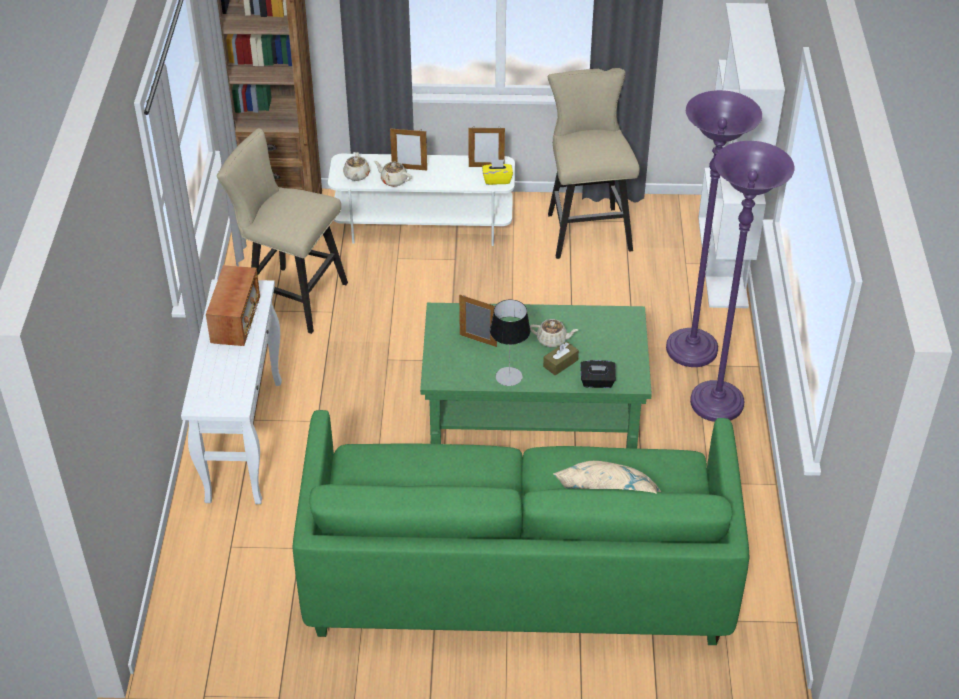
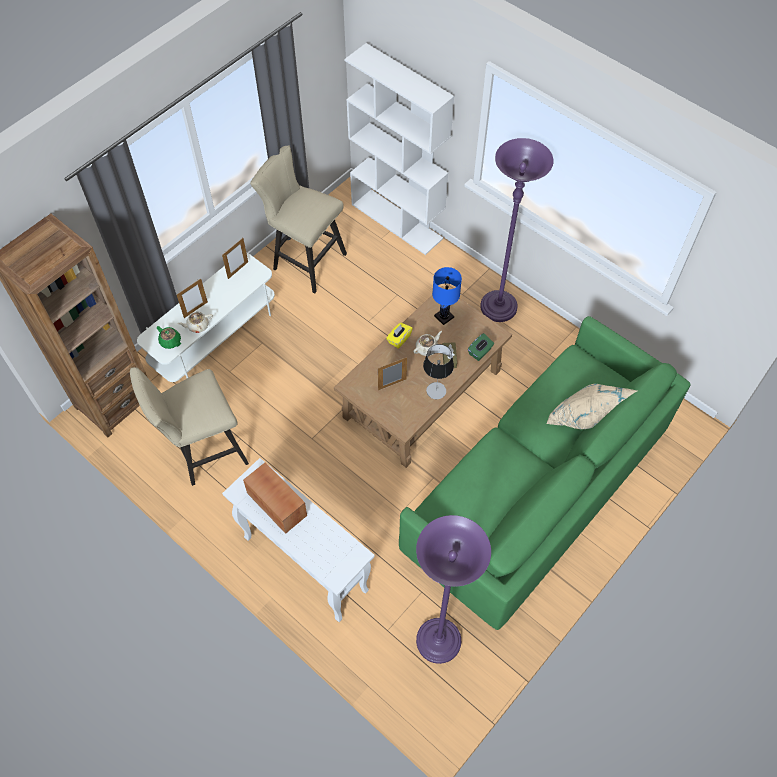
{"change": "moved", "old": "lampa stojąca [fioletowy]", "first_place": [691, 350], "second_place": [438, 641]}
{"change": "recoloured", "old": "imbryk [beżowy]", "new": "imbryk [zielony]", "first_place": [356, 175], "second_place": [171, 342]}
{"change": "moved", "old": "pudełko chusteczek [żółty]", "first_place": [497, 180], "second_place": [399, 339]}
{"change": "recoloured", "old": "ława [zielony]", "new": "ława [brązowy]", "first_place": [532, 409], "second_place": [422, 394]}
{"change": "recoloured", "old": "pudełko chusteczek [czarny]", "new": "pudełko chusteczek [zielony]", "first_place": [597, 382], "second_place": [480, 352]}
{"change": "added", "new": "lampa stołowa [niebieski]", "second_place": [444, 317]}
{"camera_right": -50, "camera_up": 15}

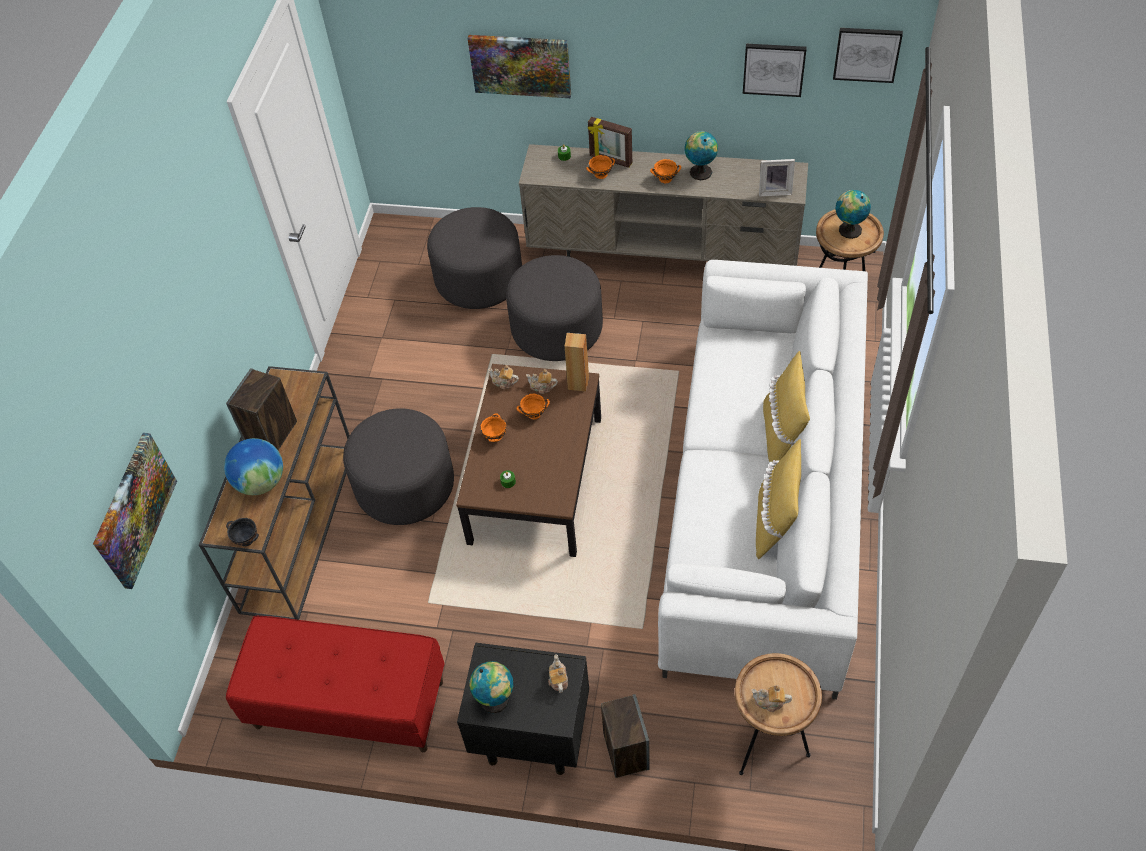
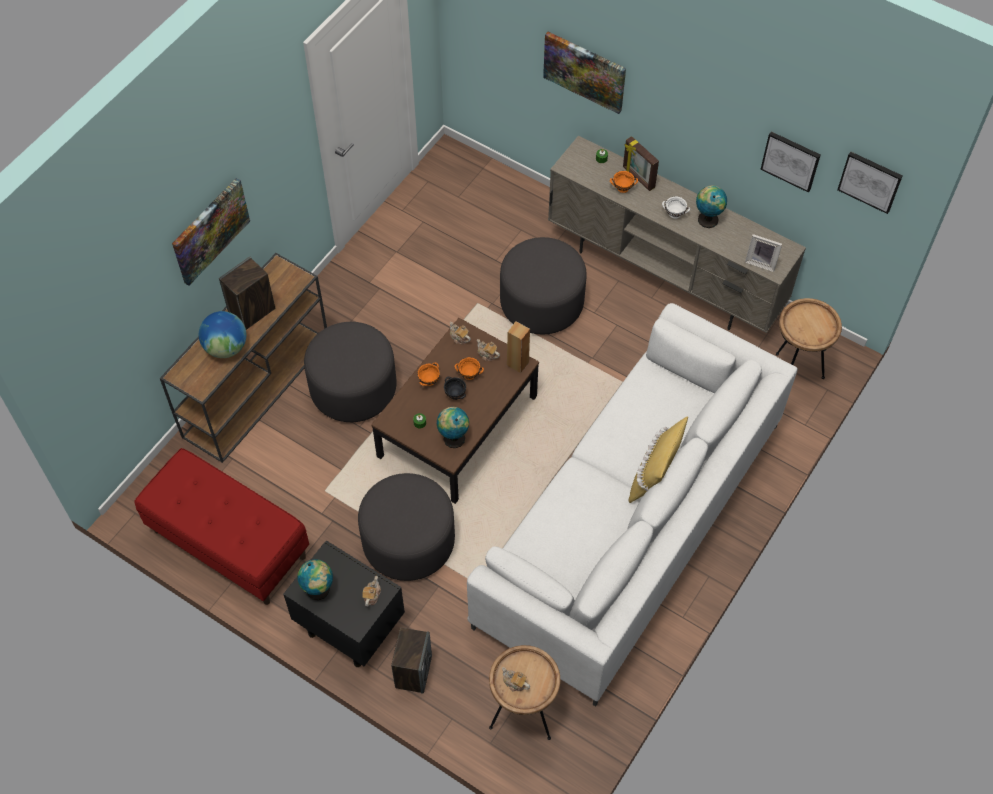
{"change": "recoloured", "old": "miska [pomarańczowy]", "new": "miska [biały]", "first_place": [666, 179], "second_place": [675, 214]}
{"change": "moved", "old": "globus", "first_place": [848, 230], "second_place": [453, 437]}
{"change": "moved", "old": "pufa [szary]", "first_place": [479, 279], "second_place": [409, 541]}
{"change": "moved", "old": "obraz", "first_place": [133, 510], "second_place": [210, 230]}
{"change": "removed", "old": "poduszka [żółty]", "first_place": [775, 522]}
{"change": "moved", "old": "miska [czarny]", "first_place": [246, 539], "second_place": [455, 393]}
{"camera_right": 20, "camera_up": 5}

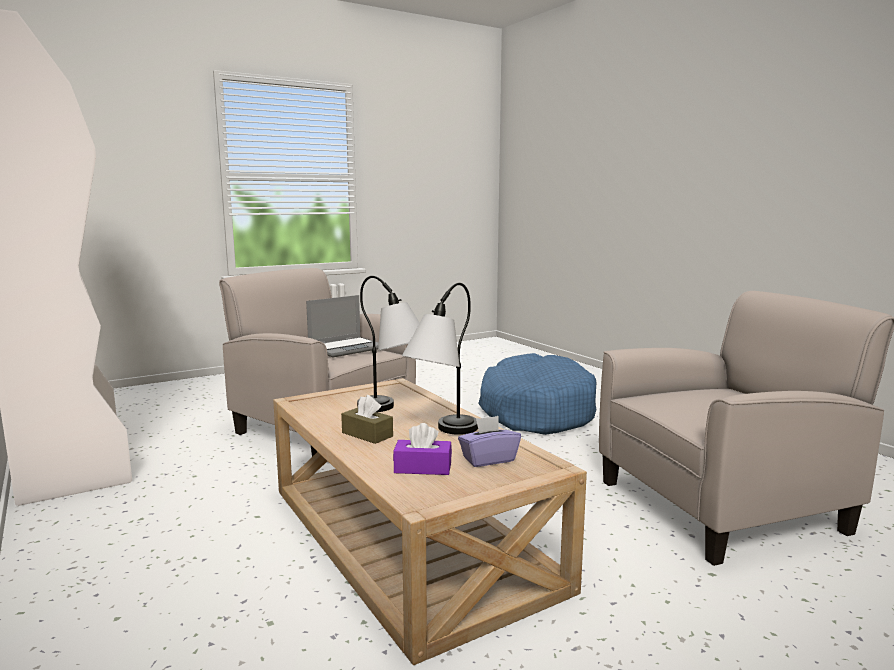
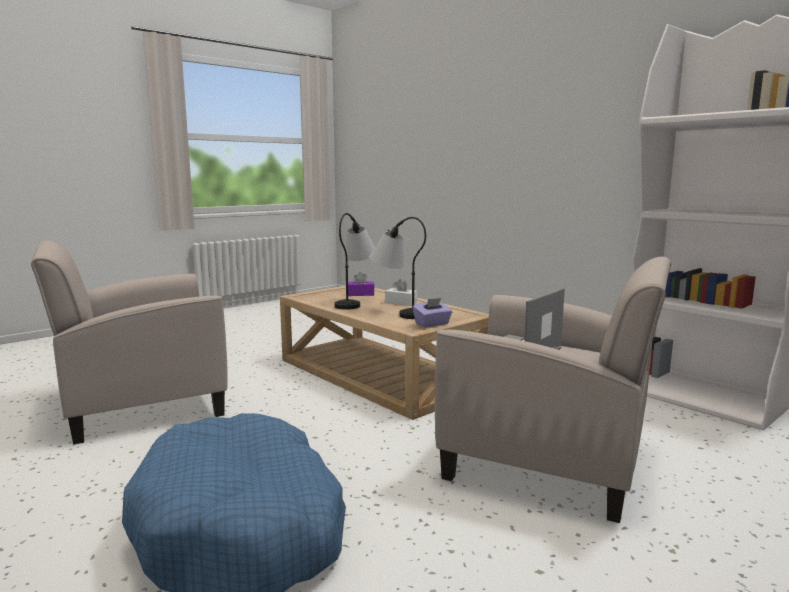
{"change": "recoloured", "old": "pudełko chusteczek [brązowy]", "new": "pudełko chusteczek [biały]", "first_place": [367, 434], "second_place": [401, 303]}
{"change": "moved", "old": "pudełko chusteczek [fioletowy]", "first_place": [488, 459], "second_place": [432, 324]}
{"camera_right": 170, "camera_up": 0}

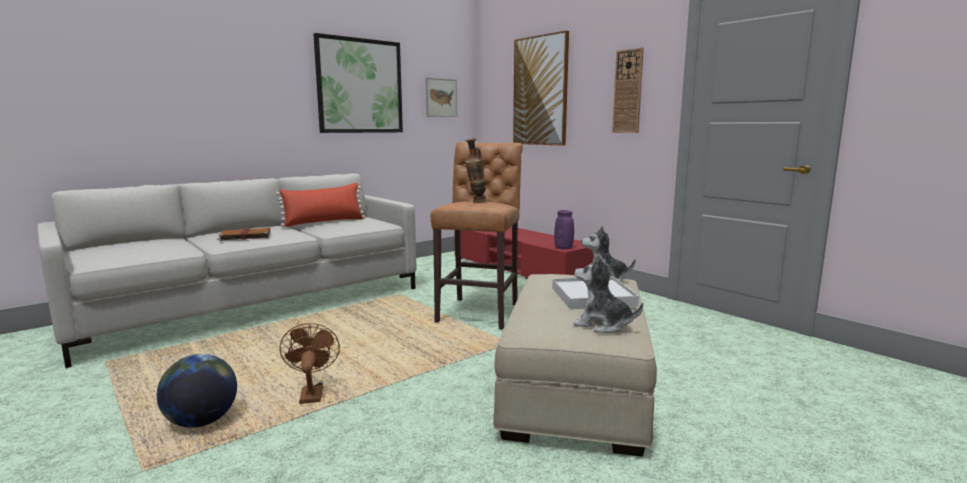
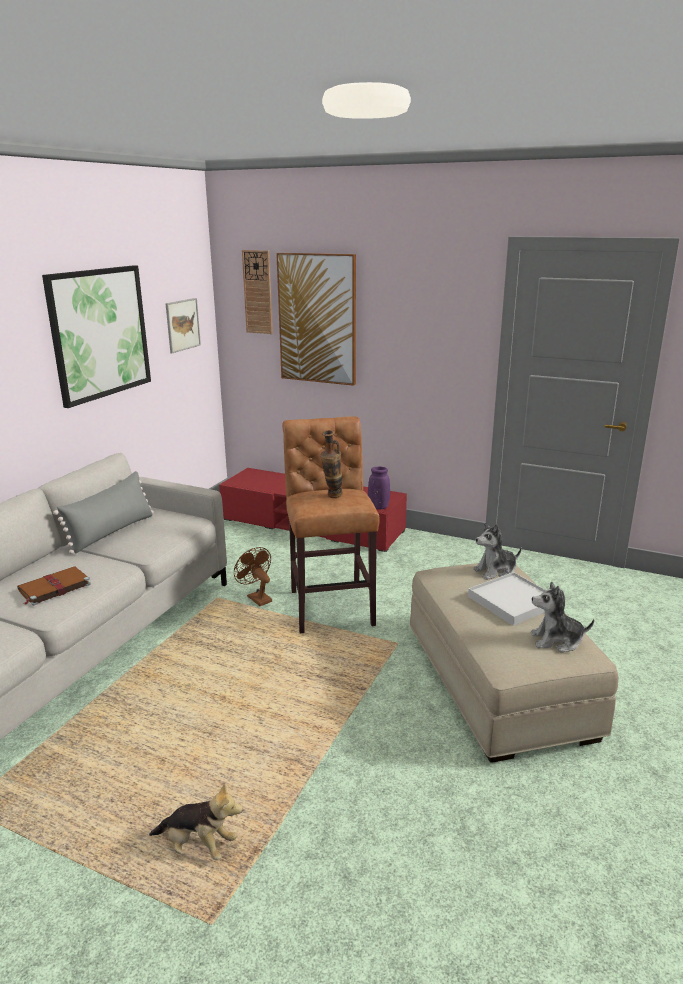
{"change": "moved", "old": "zegar ścienny", "first_place": [628, 91], "second_place": [258, 292]}
{"change": "recoloured", "old": "poduszka [czerwony]", "new": "poduszka [szary]", "first_place": [324, 222], "second_place": [111, 532]}
{"change": "moved", "old": "wentylator [brązowy]", "first_place": [311, 393], "second_place": [256, 598]}
{"change": "replaced", "old": "globus", "new": "pluszak", "first_place": [201, 421], "second_place": [198, 845]}
{"camera_right": -25, "camera_up": 10}

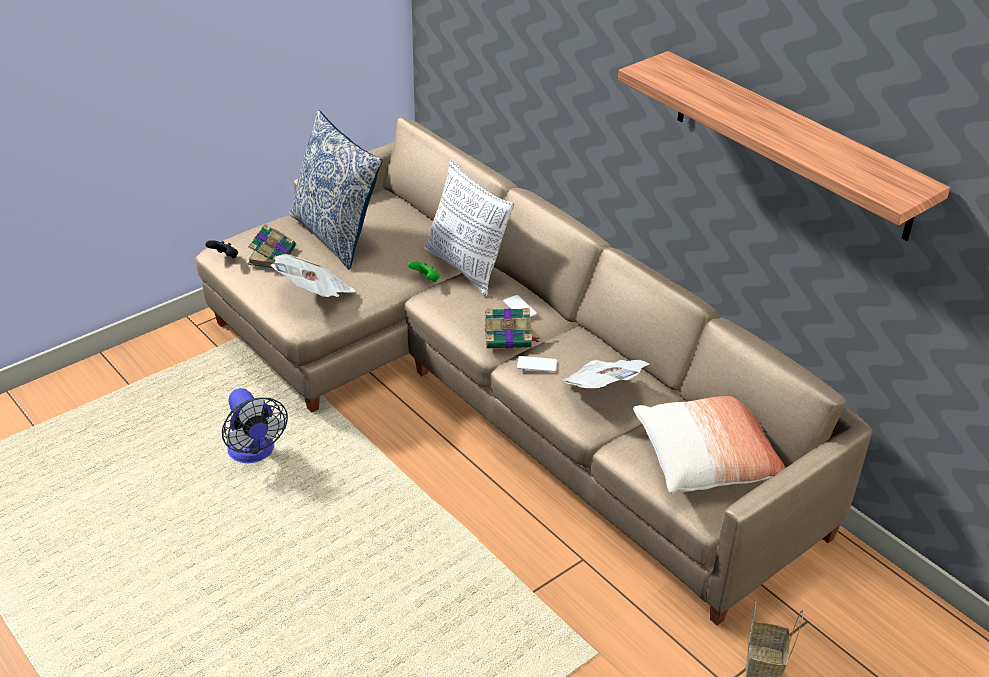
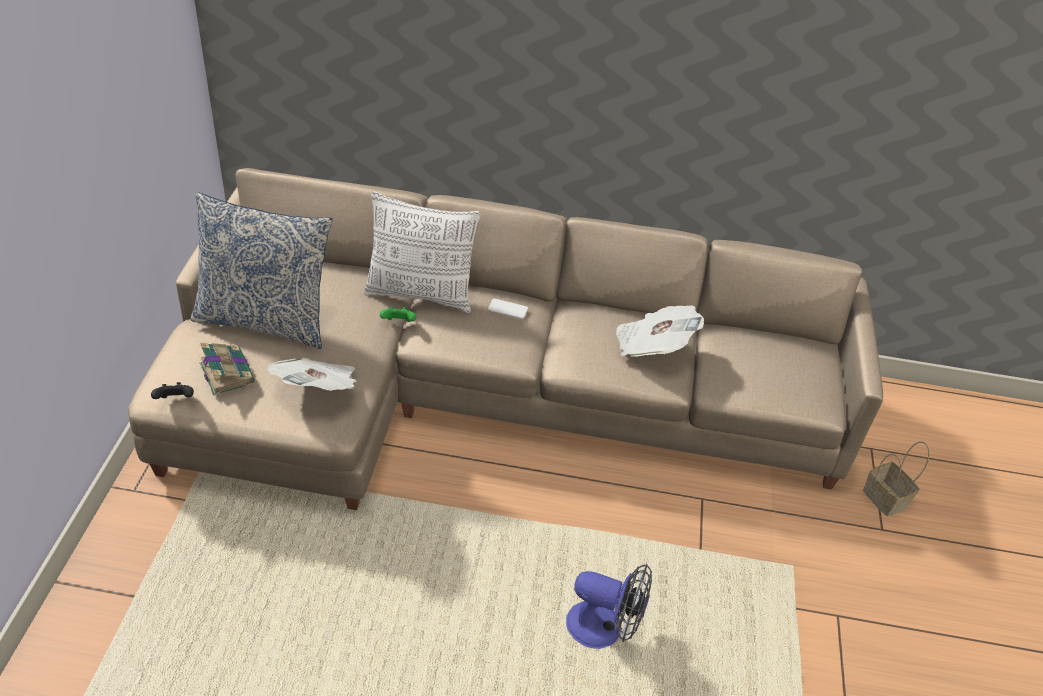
{"change": "removed", "old": "półka", "first_place": [791, 144]}
{"change": "removed", "old": "książka", "first_place": [509, 337]}
{"change": "removed", "old": "telefon", "first_place": [537, 364]}
{"change": "moved", "old": "wentylator", "first_place": [254, 454], "second_place": [604, 629]}
{"change": "removed", "old": "poduszka", "first_place": [707, 458]}
{"camera_right": -45, "camera_up": 5}

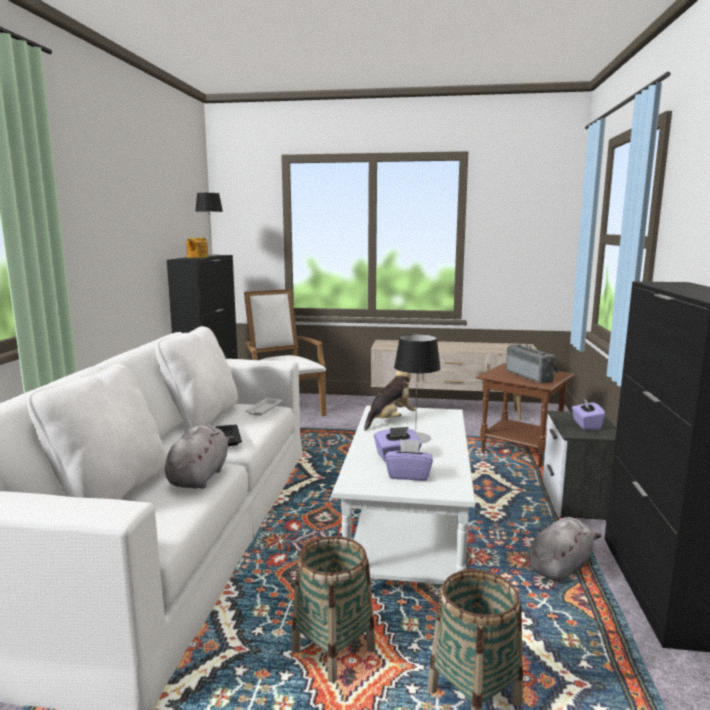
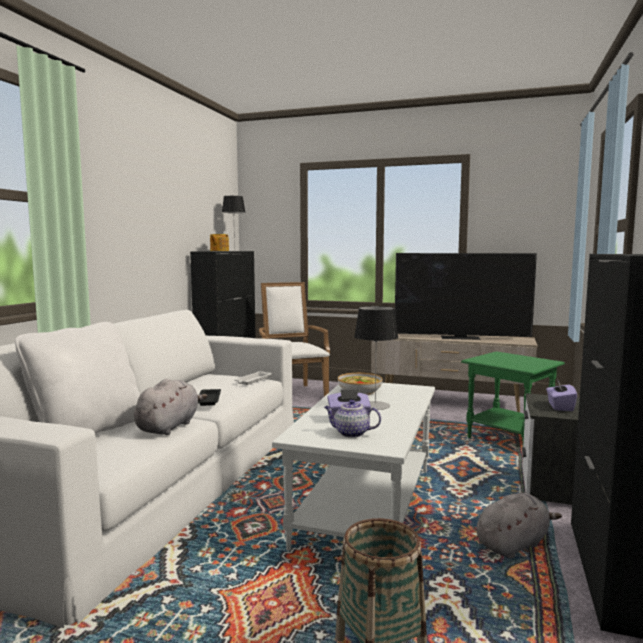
{"change": "removed", "old": "poduszka [biały]", "first_place": [202, 417]}
{"change": "removed", "old": "radio", "first_place": [531, 376]}
{"change": "recoloured", "old": "stolik [brązowy]", "new": "stolik [zielony]", "first_place": [521, 452], "second_place": [509, 439]}
{"change": "replaced", "old": "pluszak", "new": "miska", "first_place": [390, 420], "second_place": [359, 391]}
{"change": "replaced", "old": "pudełko chusteczek [fioletowy]", "new": "imbryk", "first_place": [408, 475], "second_place": [351, 433]}
{"change": "removed", "old": "koszyk", "first_place": [333, 651]}
{"change": "added", "new": "telewizor", "second_place": [461, 337]}
{"camera_right": 10, "camera_up": -5}

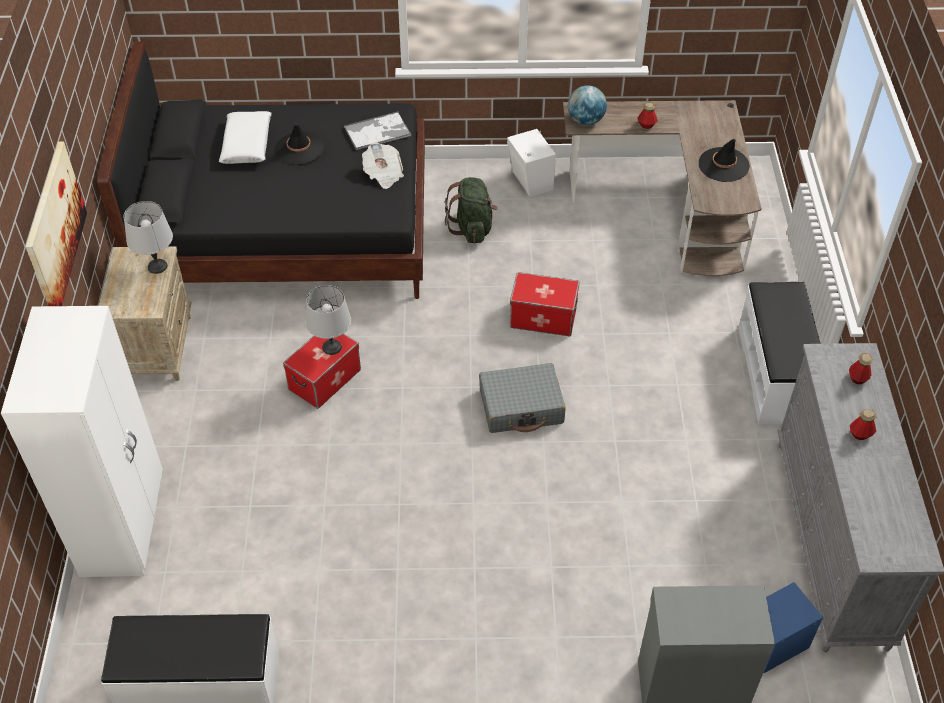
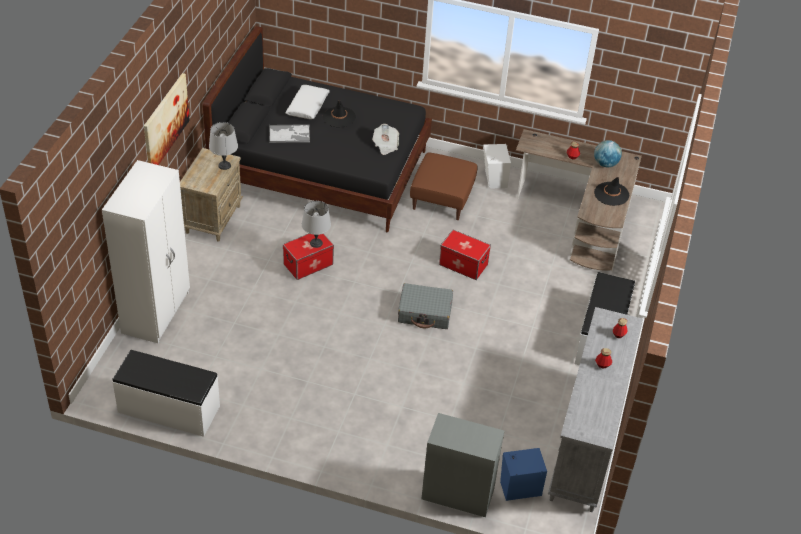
{"change": "moved", "old": "globus", "first_place": [585, 120], "second_place": [605, 164]}
{"change": "moved", "old": "taca", "first_place": [378, 131], "second_place": [290, 134]}
{"change": "replaced", "old": "plecak [zielony]", "new": "pufa [brązowy]", "first_place": [472, 228], "second_place": [442, 198]}
{"camera_right": 15, "camera_up": -5}

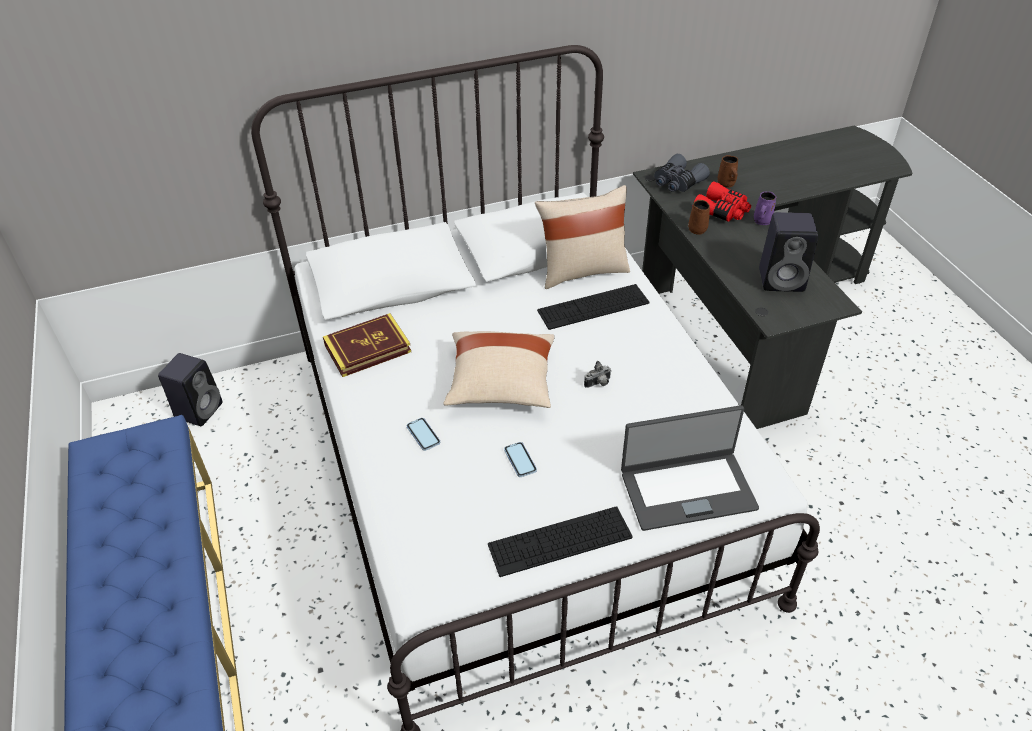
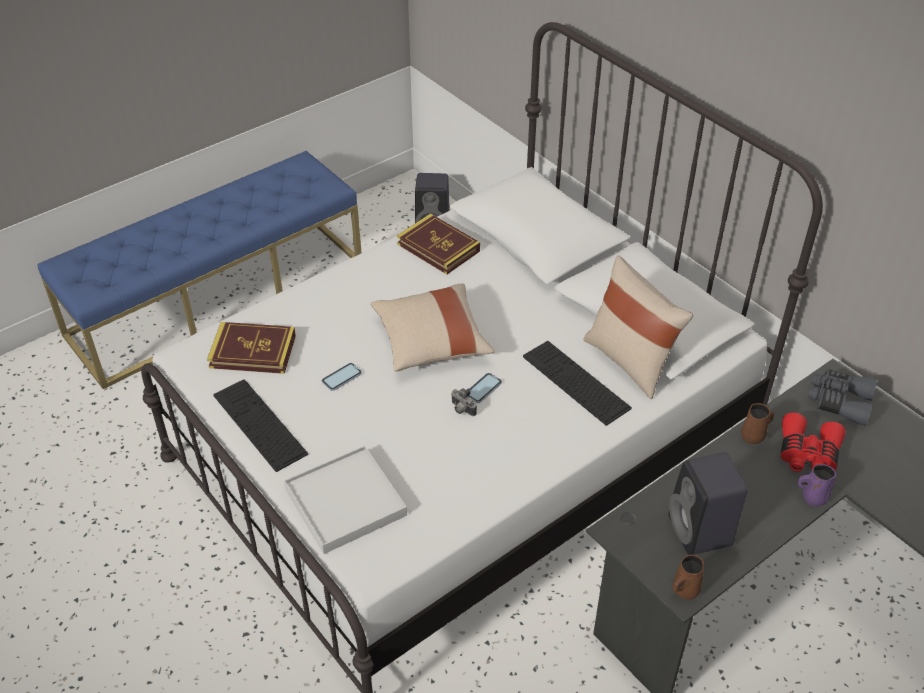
{"change": "moved", "old": "kubek [brązowy]", "first_place": [726, 184], "second_place": [684, 590]}
{"change": "replaced", "old": "laptop", "new": "taca [biały]", "first_place": [687, 489], "second_place": [346, 502]}
{"change": "moved", "old": "telefon", "first_place": [423, 435], "second_place": [483, 389]}
{"change": "added", "new": "książka", "second_place": [253, 352]}
{"camera_right": 70, "camera_up": 0}

